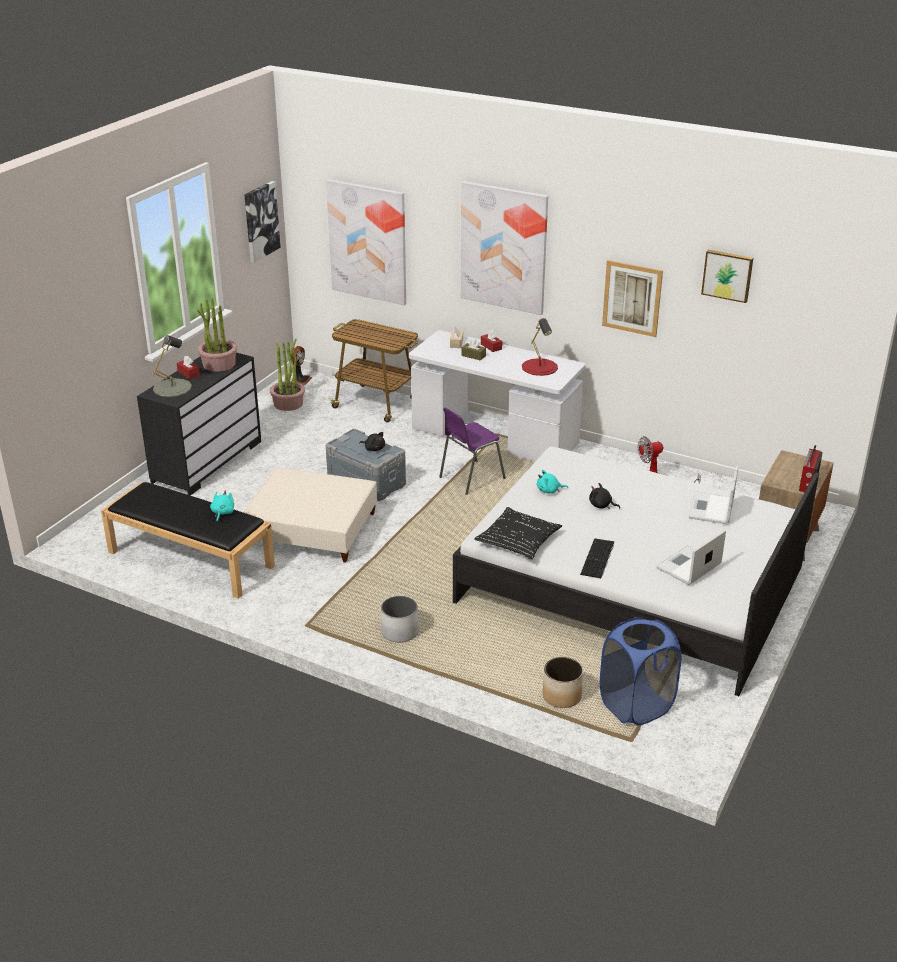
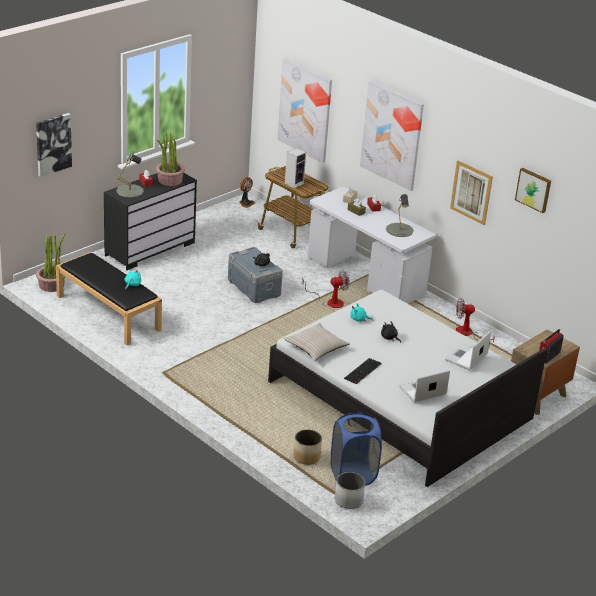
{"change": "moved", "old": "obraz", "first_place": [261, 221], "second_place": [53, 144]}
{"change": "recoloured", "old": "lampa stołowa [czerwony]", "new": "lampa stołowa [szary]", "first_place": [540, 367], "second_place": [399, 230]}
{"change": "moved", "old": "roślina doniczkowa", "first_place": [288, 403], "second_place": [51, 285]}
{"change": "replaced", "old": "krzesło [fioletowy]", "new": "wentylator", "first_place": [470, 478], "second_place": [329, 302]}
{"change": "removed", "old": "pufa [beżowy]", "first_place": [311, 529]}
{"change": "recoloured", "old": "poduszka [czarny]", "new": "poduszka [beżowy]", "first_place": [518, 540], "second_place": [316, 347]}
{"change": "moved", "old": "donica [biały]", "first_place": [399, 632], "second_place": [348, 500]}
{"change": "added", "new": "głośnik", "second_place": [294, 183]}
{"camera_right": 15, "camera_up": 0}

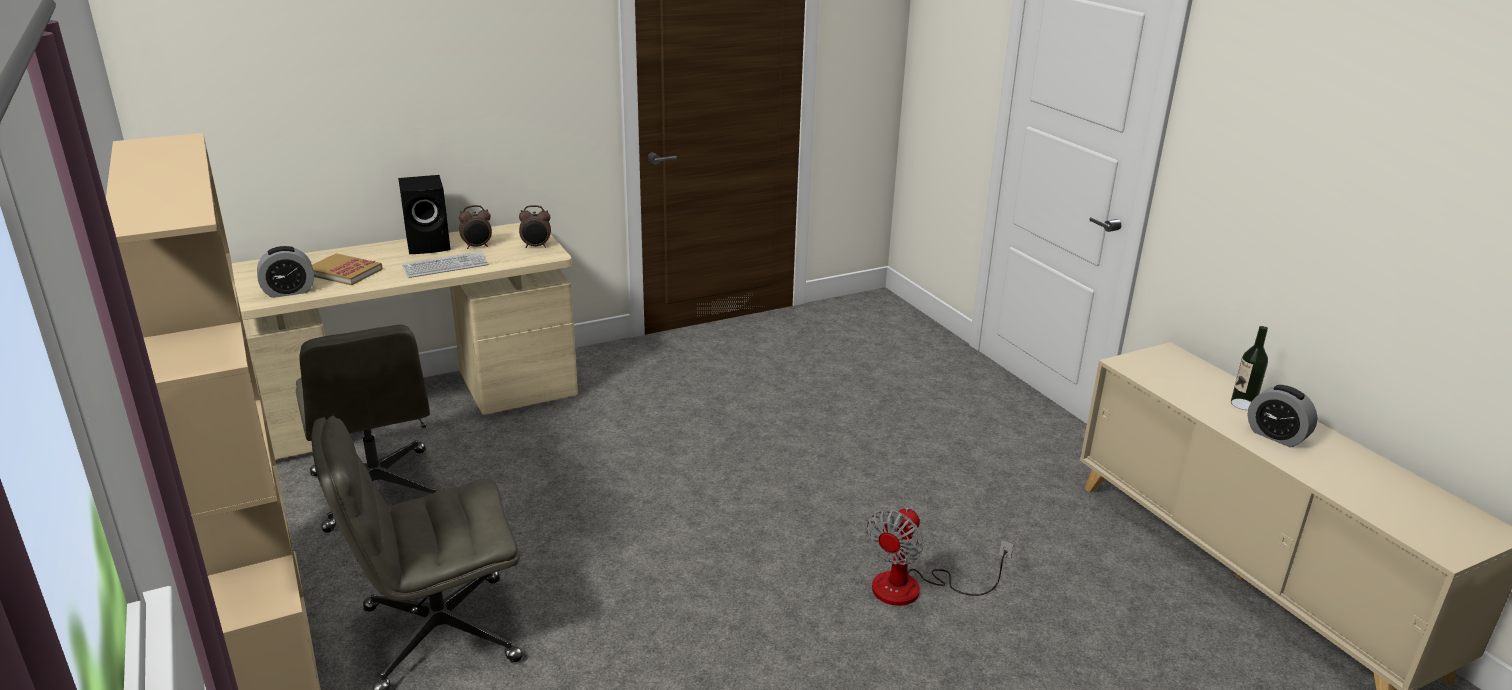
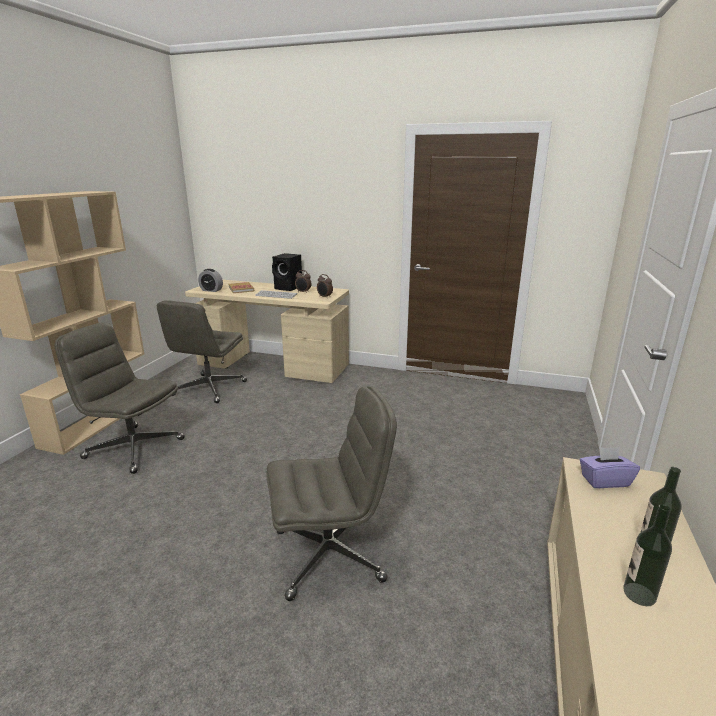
{"change": "replaced", "old": "budzik", "new": "butelka", "first_place": [1276, 436], "second_place": [639, 594]}
{"change": "replaced", "old": "wentylator", "new": "krzesło biurowe [szary]", "first_place": [914, 588], "second_place": [330, 555]}
{"change": "added", "new": "pudełko chusteczek [fioletowy]", "second_place": [604, 480]}
{"camera_right": 45, "camera_up": -5}

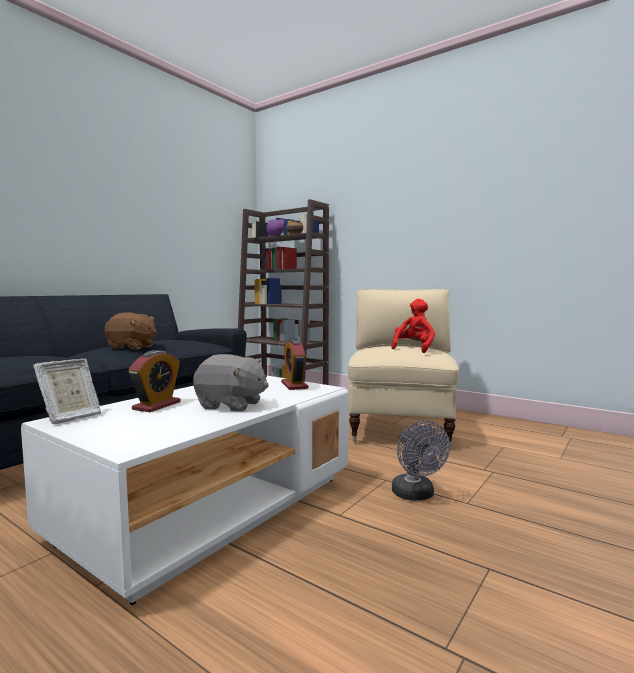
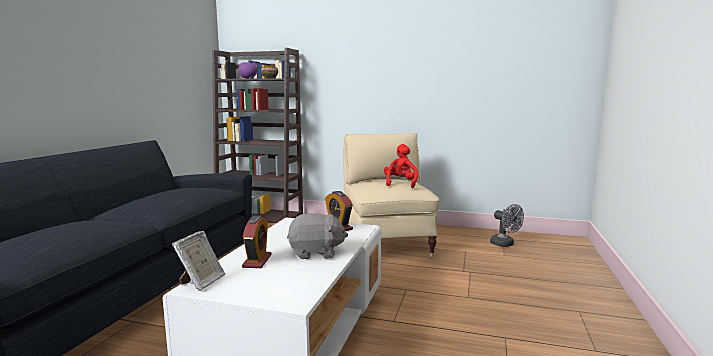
{"change": "removed", "old": "pluszak [brązowy]", "first_place": [132, 347]}
{"change": "moved", "old": "wentylator [szary]", "first_place": [416, 495], "second_place": [505, 244]}
{"camera_right": -20, "camera_up": 5}

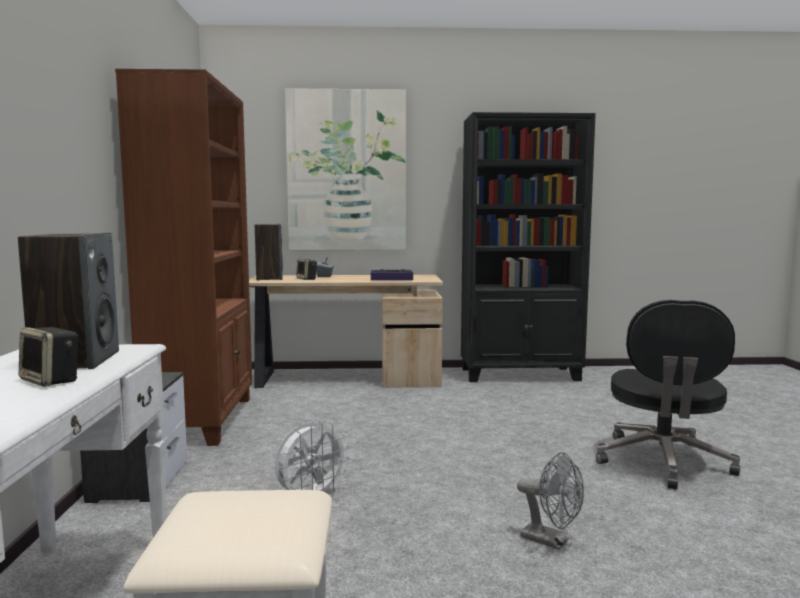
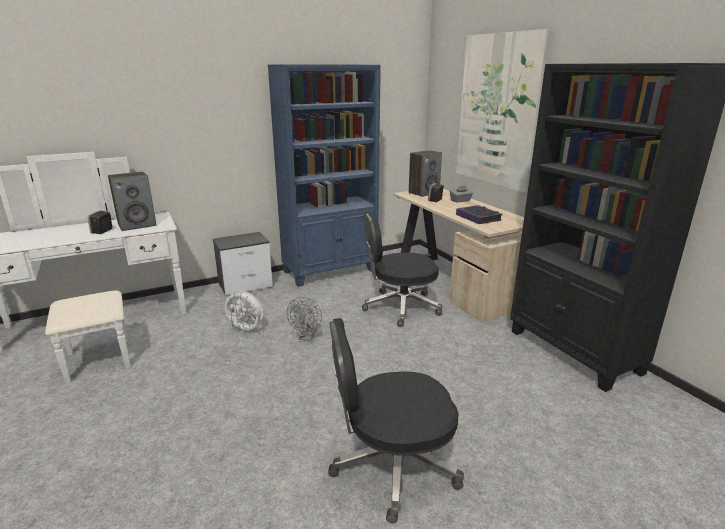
{"change": "recoloured", "old": "regał [brązowy]", "new": "regał [niebieski]", "first_place": [203, 420], "second_place": [331, 271]}
{"change": "moved", "old": "wentylator [szary]", "first_place": [551, 541], "second_place": [307, 337]}
{"change": "added", "new": "krzesło biurowe [czarny]", "second_place": [400, 307]}
{"camera_right": 65, "camera_up": 15}

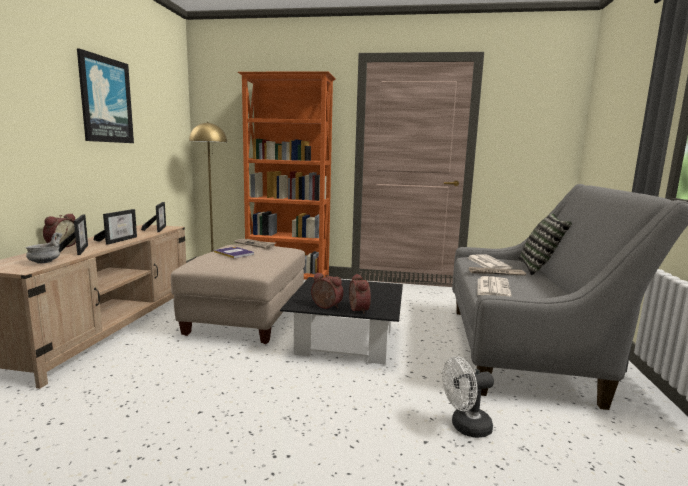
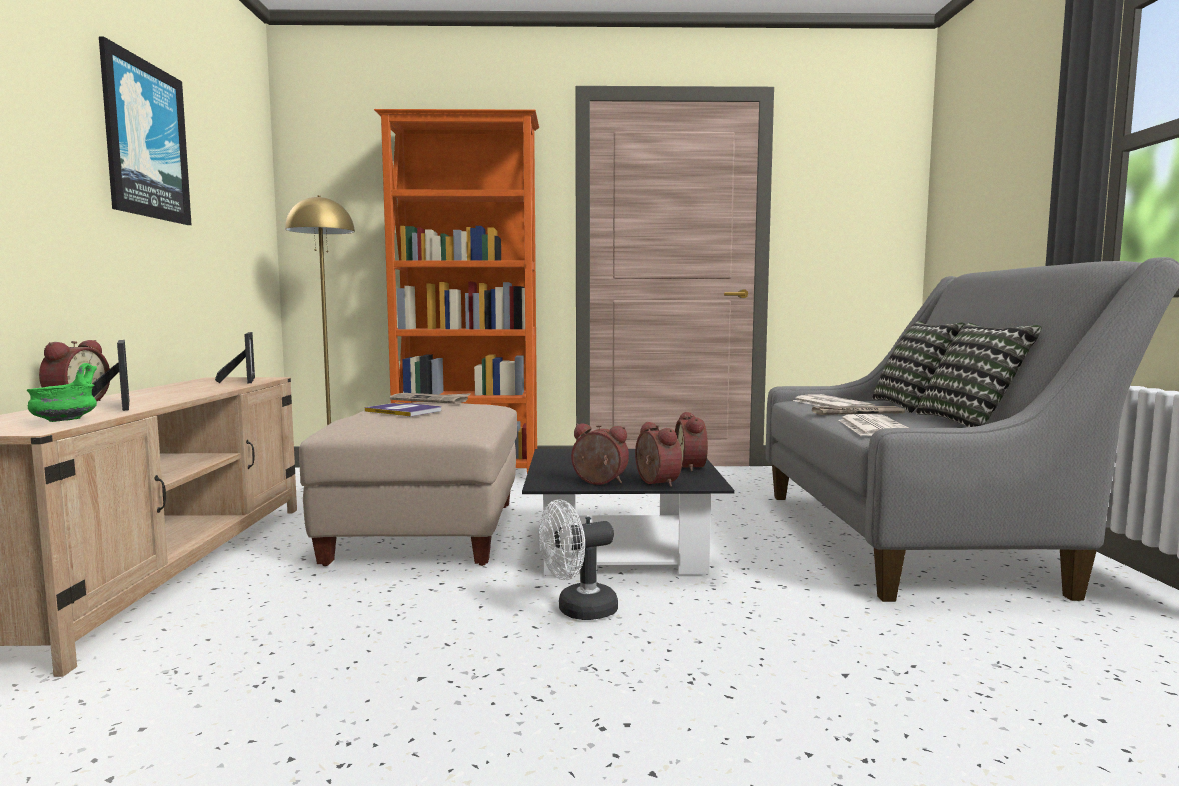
{"change": "removed", "old": "ramka na zdjęcie", "first_place": [119, 240]}
{"change": "recoloured", "old": "miska [szary]", "new": "miska [zielony]", "first_place": [45, 262], "second_place": [65, 421]}
{"change": "moved", "old": "wentylator [biały]", "first_place": [465, 427], "second_place": [578, 611]}
{"change": "added", "new": "poduszka", "second_place": [971, 422]}
{"change": "added", "new": "budzik", "second_place": [693, 466]}
{"camera_right": -10, "camera_up": -5}

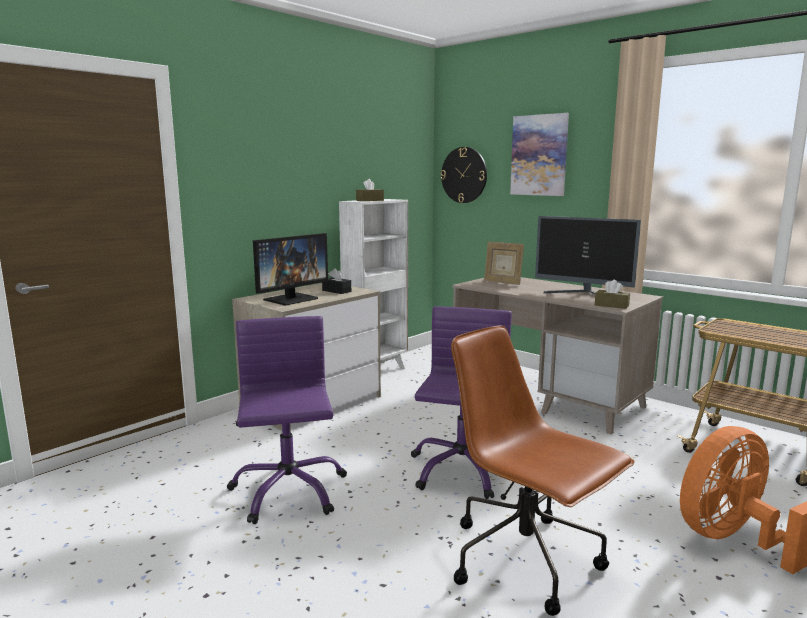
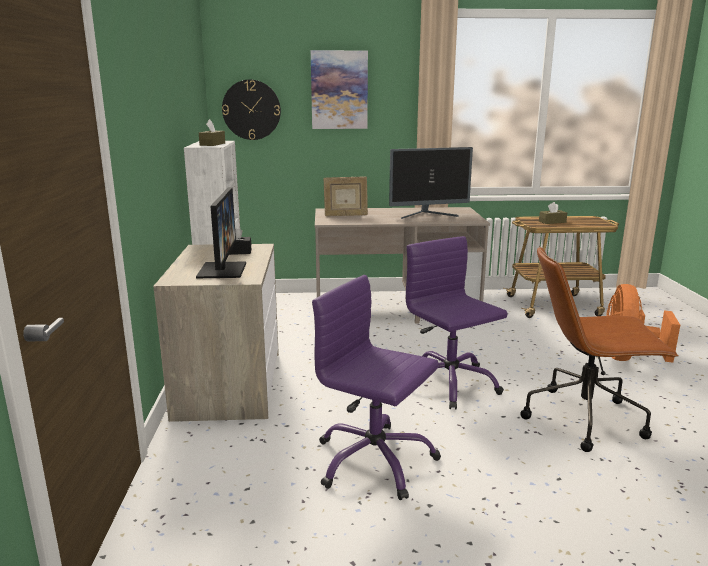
{"change": "moved", "old": "pudełko chusteczek [brązowy]", "first_place": [611, 305], "second_place": [552, 222]}
{"camera_right": -45, "camera_up": 5}

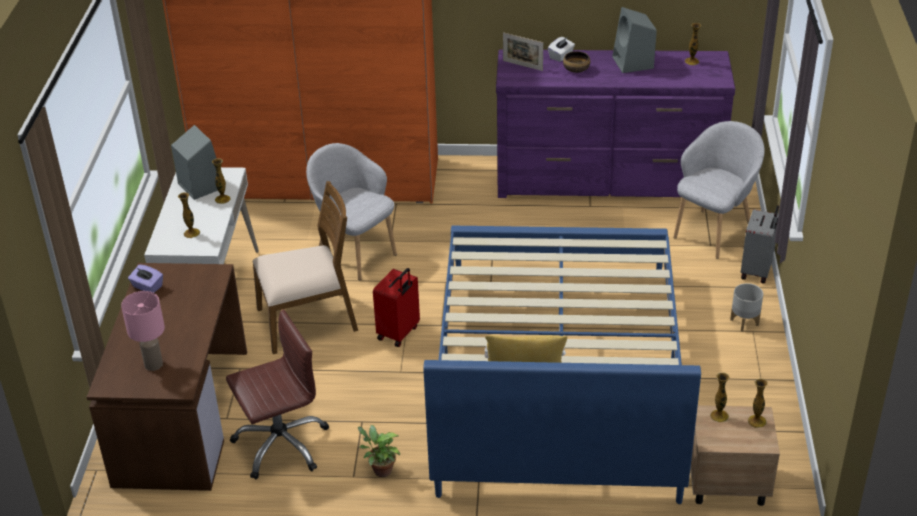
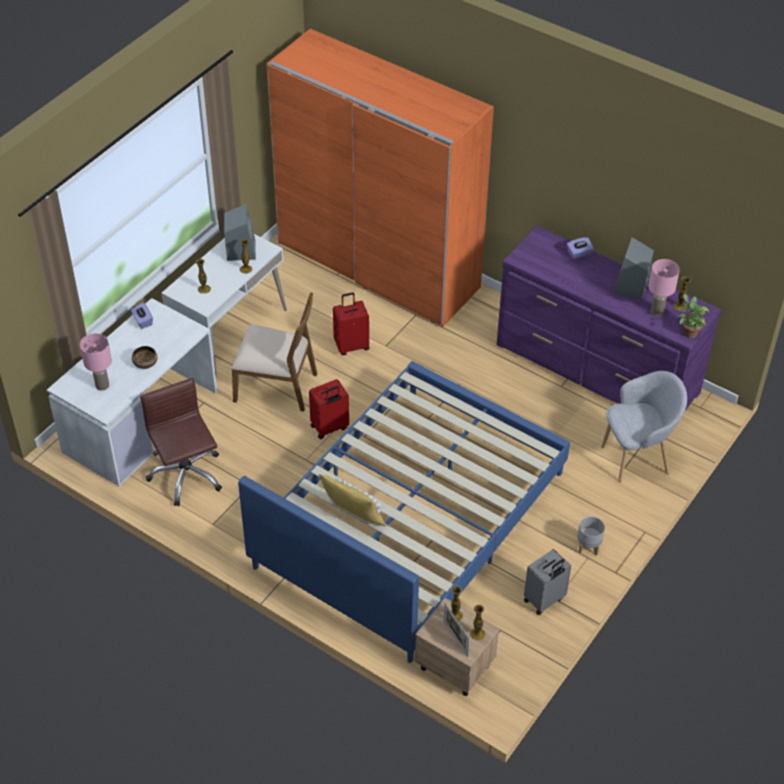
{"change": "moved", "old": "ramka na zdjęcie", "first_place": [522, 65], "second_place": [455, 639]}
{"change": "recoloured", "old": "pudełko chusteczek [biały]", "new": "pudełko chusteczek [fioletowy]", "first_place": [561, 56], "second_place": [579, 254]}
{"change": "moved", "old": "miska", "first_place": [576, 69], "second_place": [145, 363]}
{"change": "replaced", "old": "fotel [szary]", "new": "walizka [czerwony]", "first_place": [355, 254], "second_place": [351, 345]}
{"change": "moved", "old": "walizka [szary]", "first_place": [757, 271], "second_place": [544, 600]}
{"change": "recoloured", "old": "biurko [brązowy]", "new": "biurko [biały]", "first_place": [181, 415], "second_place": [140, 420]}
{"change": "turned", "old": "krzesło biurowe [brązowy]", "first_place": [281, 444], "second_place": [186, 475], "degrees": -120}
{"change": "moved", "old": "roślina doniczkowa", "first_place": [380, 470], "second_place": [688, 332]}
{"change": "added", "new": "lampa stołowa [różowy]", "second_place": [656, 311]}
{"camera_right": 30, "camera_up": 10}

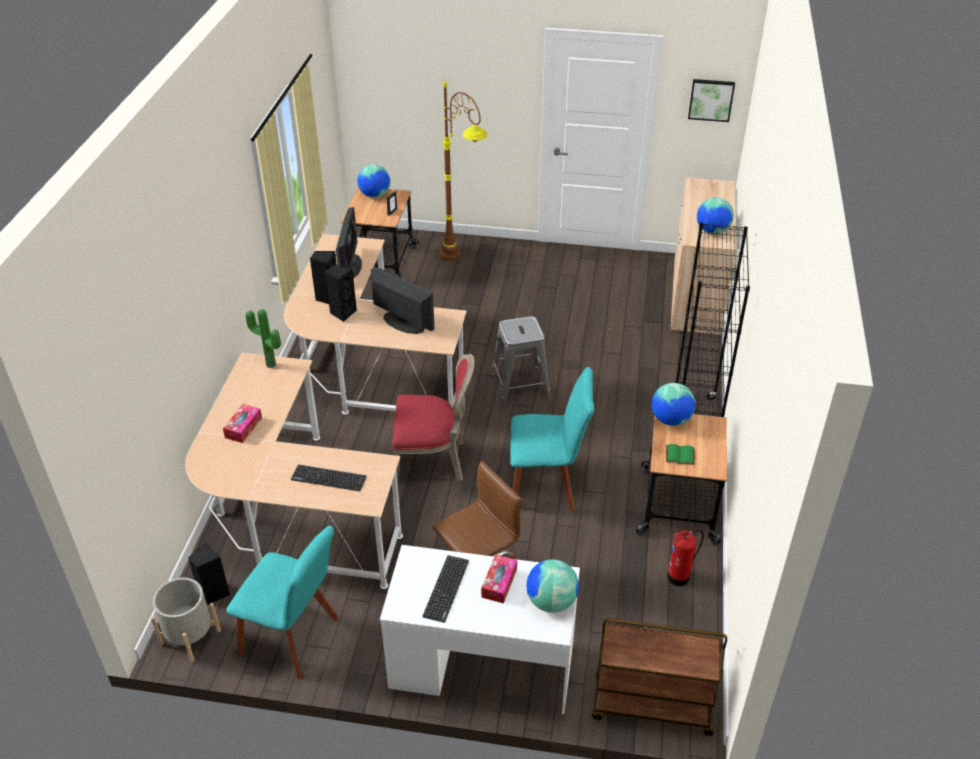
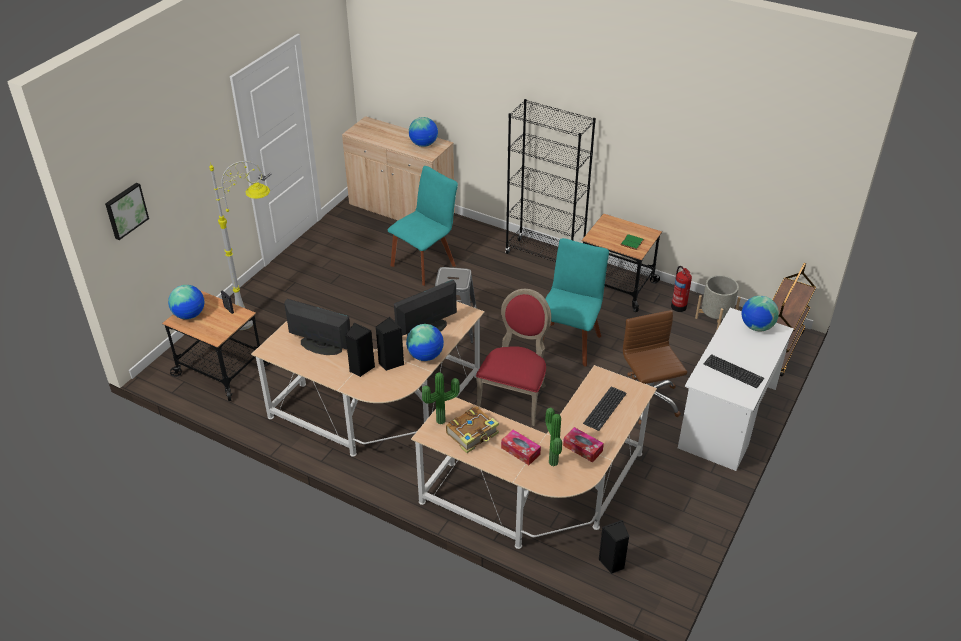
{"change": "moved", "old": "obraz", "first_place": [711, 99], "second_place": [125, 210]}
{"change": "recoloured", "old": "lampa stojąca [brązowy]", "new": "lampa stojąca [szary]", "first_place": [463, 262], "second_place": [261, 317]}
{"change": "moved", "old": "globus", "first_place": [671, 420], "second_place": [426, 356]}
{"change": "moved", "old": "krzesło [turkusowy]", "first_place": [294, 637], "second_place": [425, 264]}
{"change": "moved", "old": "pudełko chusteczek", "first_place": [499, 583], "second_place": [582, 448]}
{"change": "moved", "old": "donica [szary]", "first_place": [190, 637], "second_place": [715, 319]}
{"change": "added", "new": "książka", "second_place": [473, 434]}
{"change": "added", "new": "roślina doniczkowa", "second_place": [551, 463]}
{"camera_right": -70, "camera_up": 0}

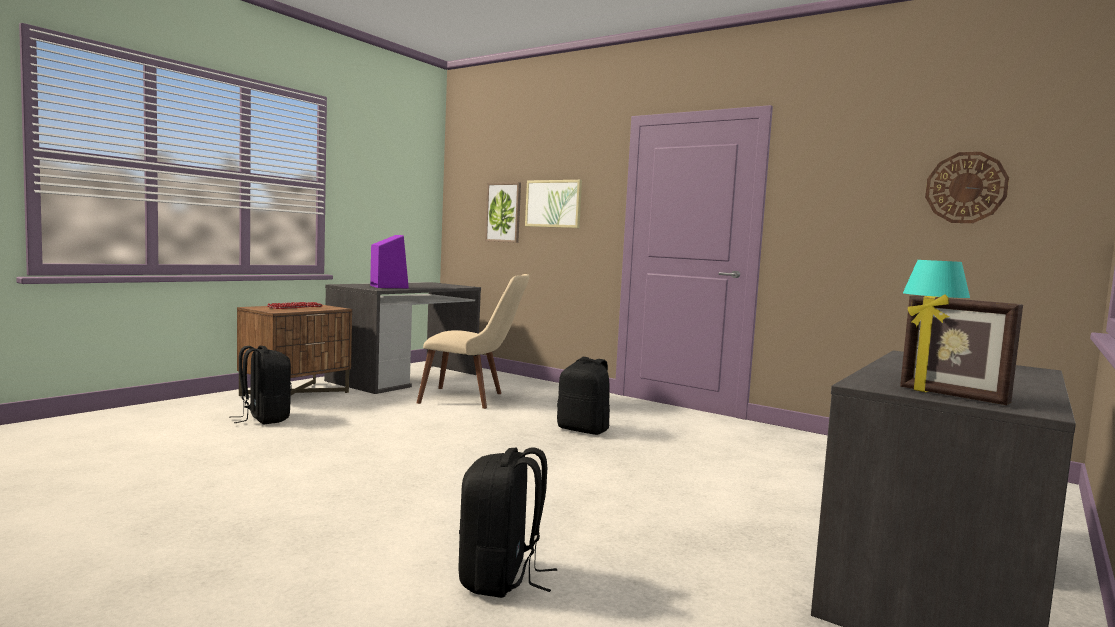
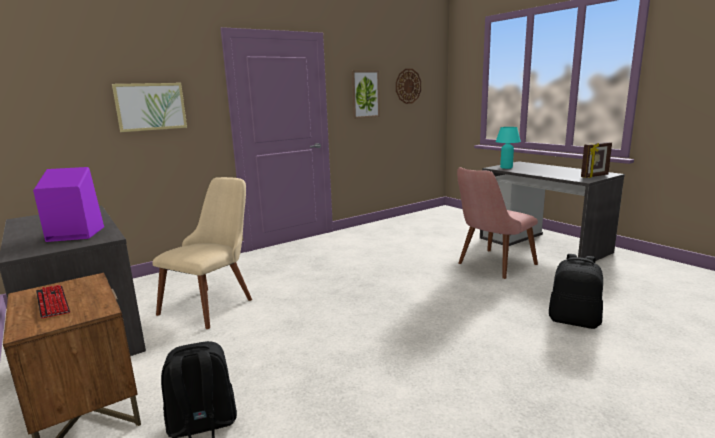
{"change": "moved", "old": "obraz", "first_place": [503, 212], "second_place": [365, 94]}
{"change": "removed", "old": "plecak [czarny]", "first_place": [583, 429]}
{"change": "added", "new": "krzesło [różowy]", "second_place": [491, 266]}
{"camera_right": -70, "camera_up": 10}

